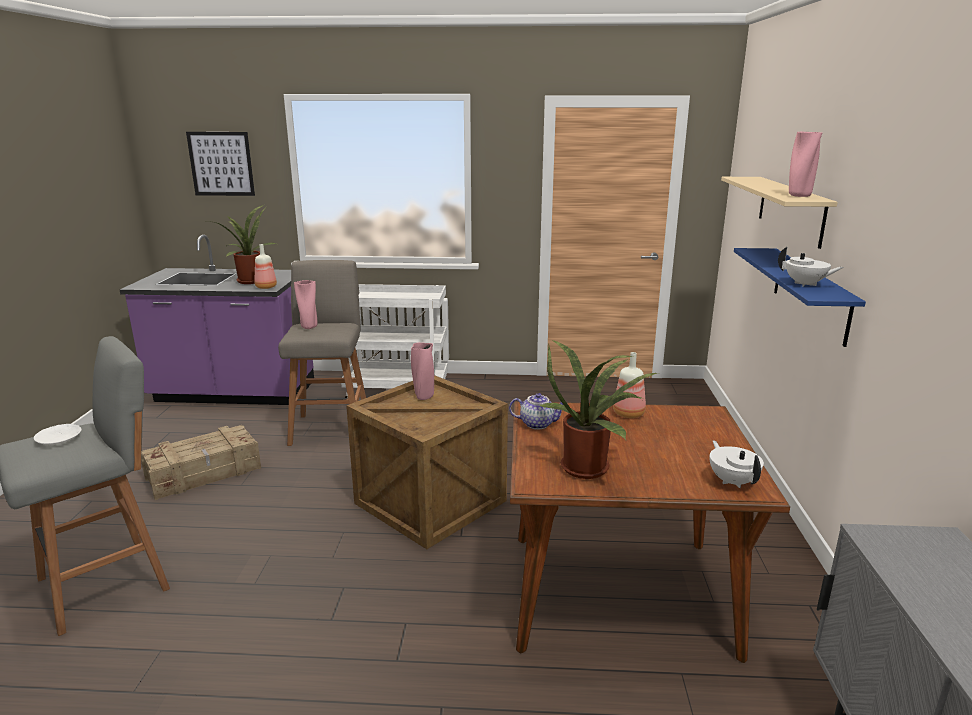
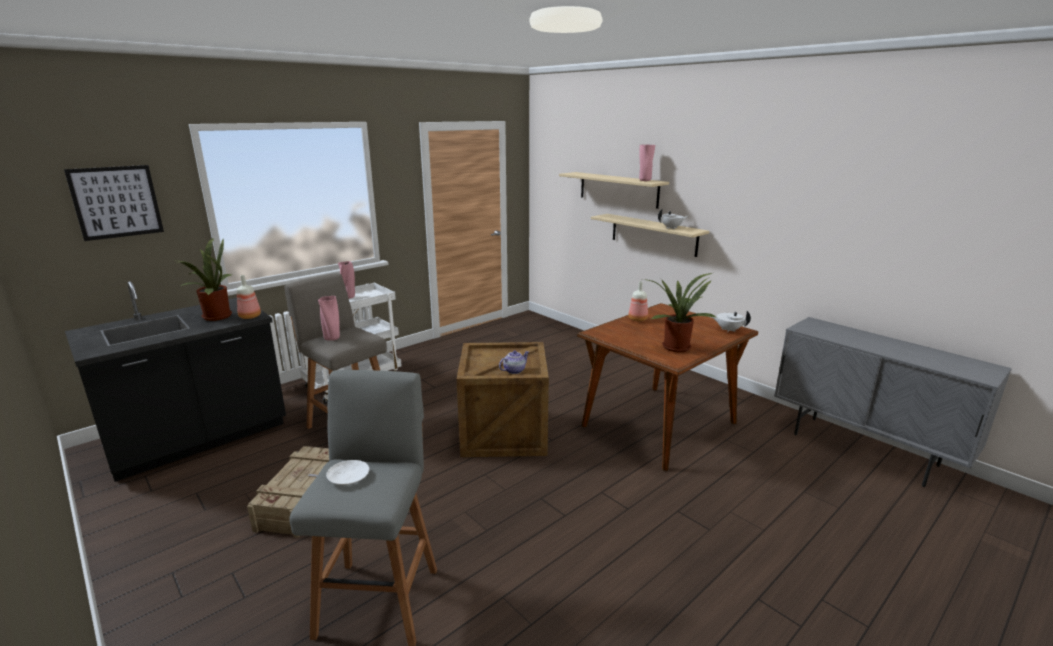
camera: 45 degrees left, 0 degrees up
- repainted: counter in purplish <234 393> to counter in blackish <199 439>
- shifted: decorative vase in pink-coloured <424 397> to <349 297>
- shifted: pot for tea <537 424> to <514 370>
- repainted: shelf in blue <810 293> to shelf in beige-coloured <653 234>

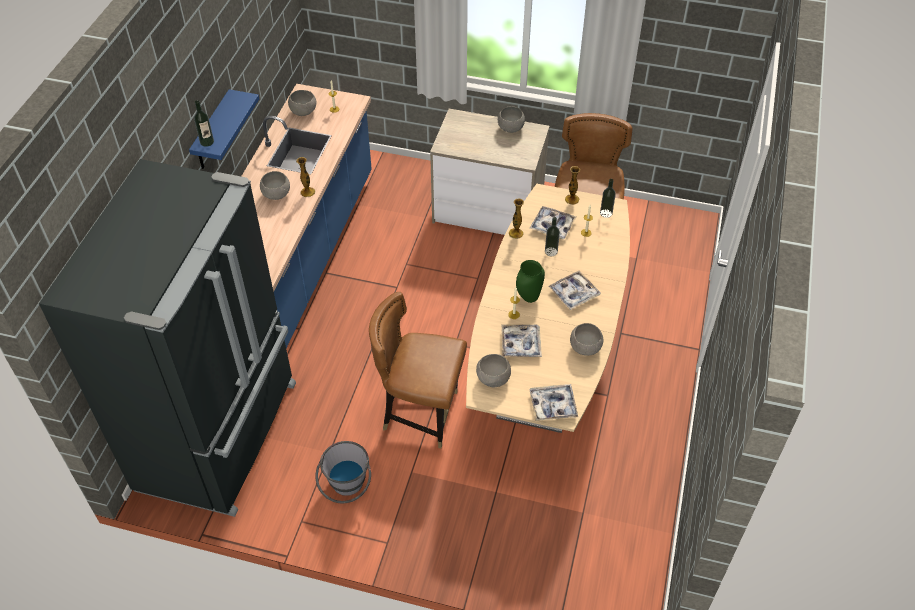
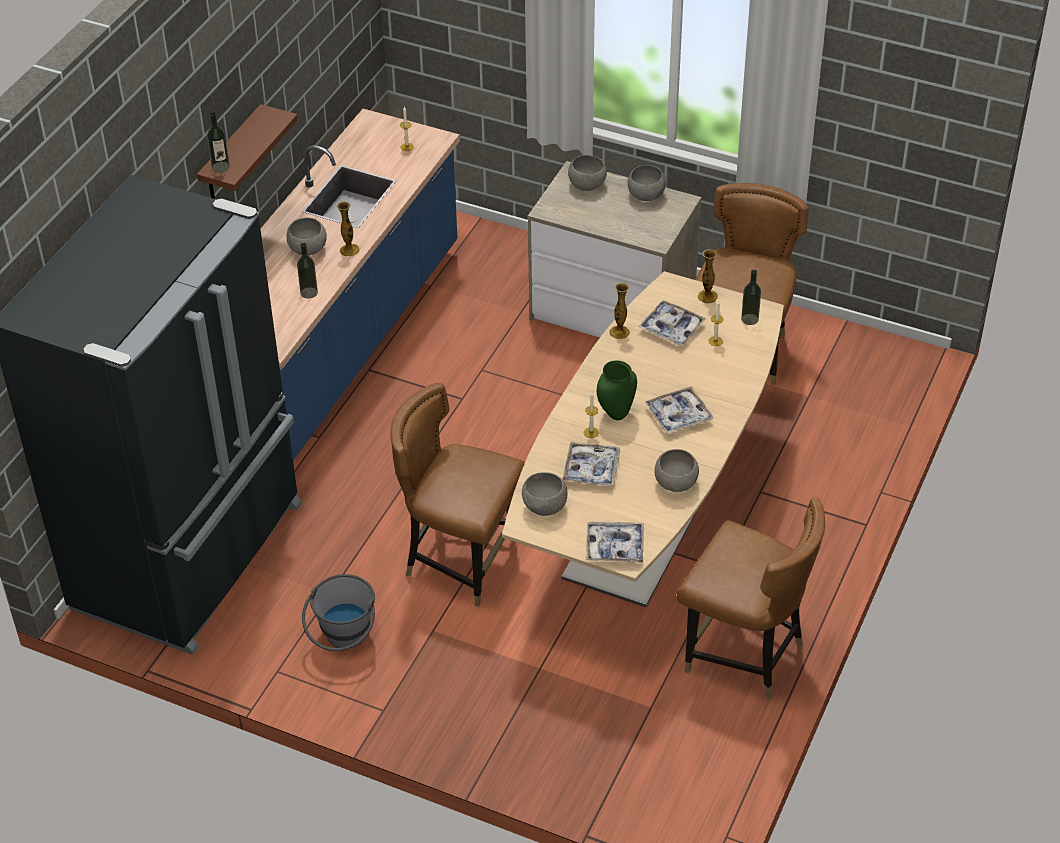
camera: 10 degrees right, 5 degrees down
- repainted: shelf in blue <212 132> to shelf in brownish <231 157>
- shifted: serving bowl in greyish <303 112> to <587 185>
- shifted: drink bottle <551 251> to <309 293>
- new: upright chair in brownish <744 654>

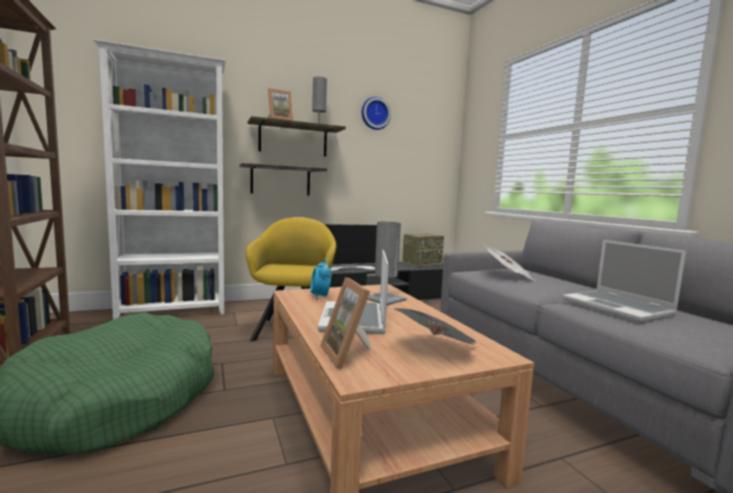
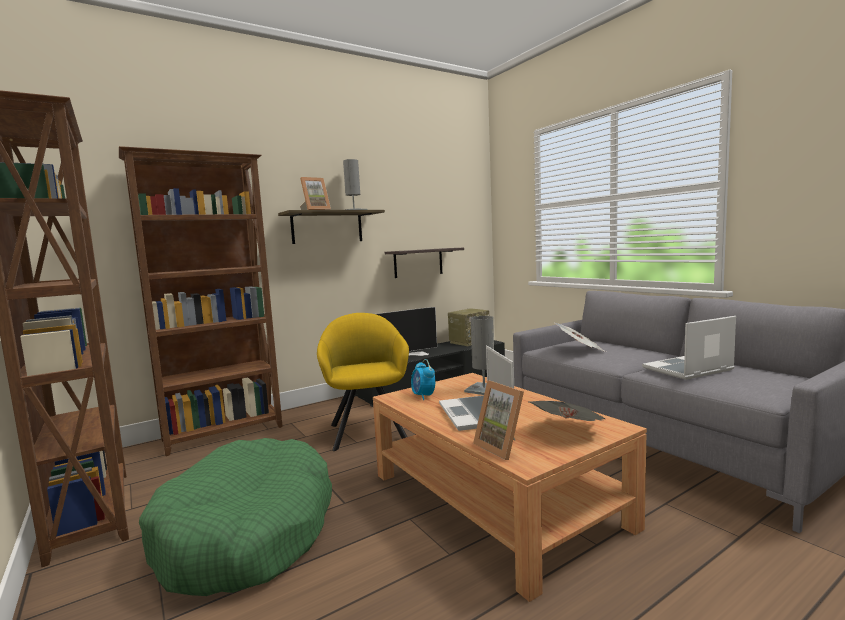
camera: 10 degrees left, 0 degrees up
- repainted: bookshelf in whitish <173 312> to bookshelf in brownish <224 433>
- shifted: shelf <280 180> to <418 262>
- gone: hanging clock <375 113>
- rotated: laptop <618 308> = <687 369> 105 degrees clockwise

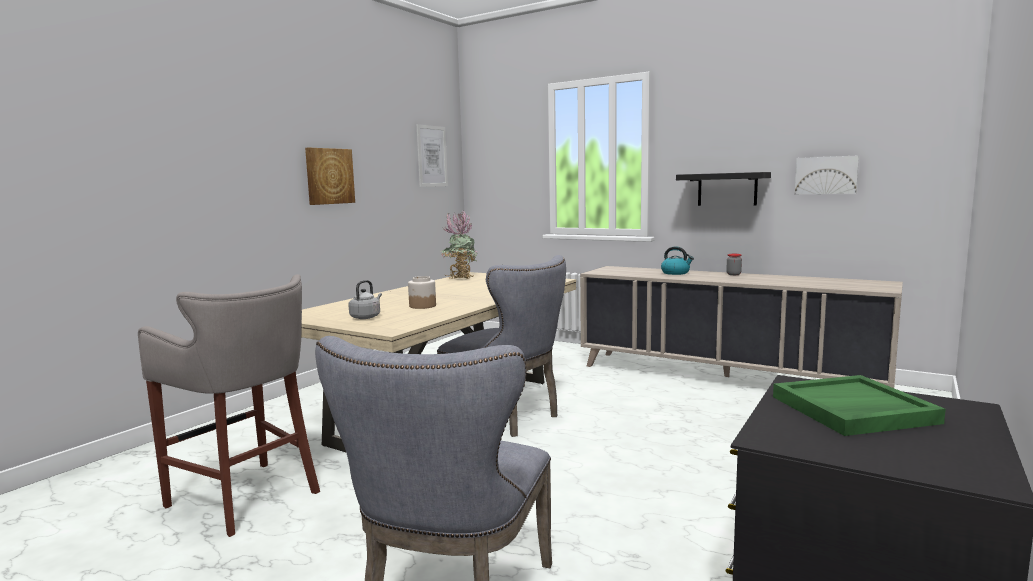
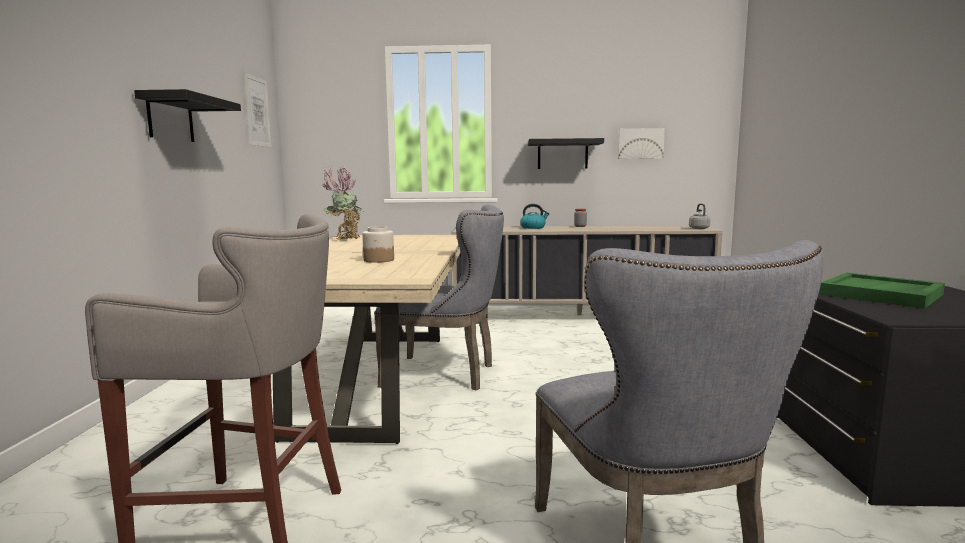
camera: 30 degrees left, 0 degrees up
- swapped: wall picture <329 176> to shelf in blackish <170 119>
- shifted: kettle in greyish <366 317> to <698 228>

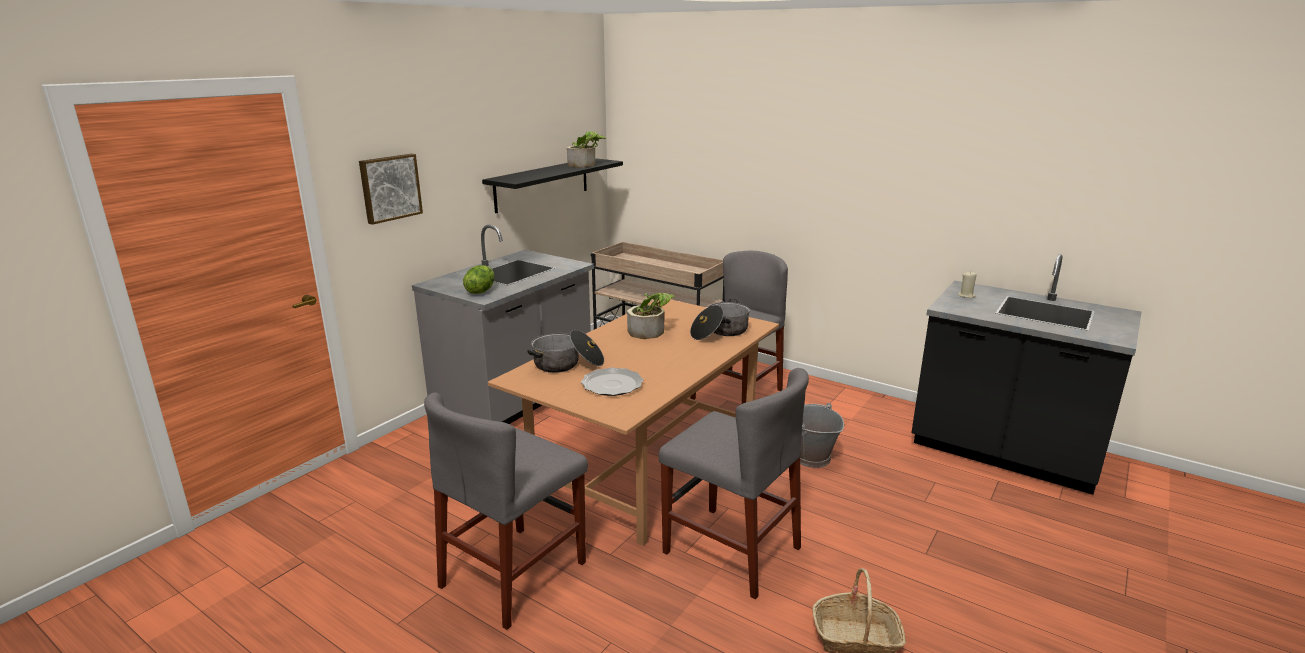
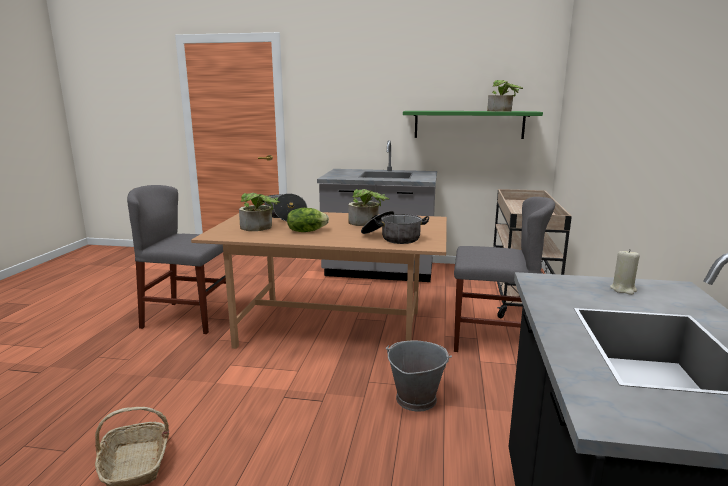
camera: 65 degrees right, 5 degrees down
- gone: wall picture <389 188>
- shifted: lettuce head <480 291> to <306 231>
- repainted: shelf in blackish <542 184> to shelf in greenish <469 124>
- swapped: dinner plate <612 384> to potted plant <259 228>
- gone: upright chair in greyish <731 550>

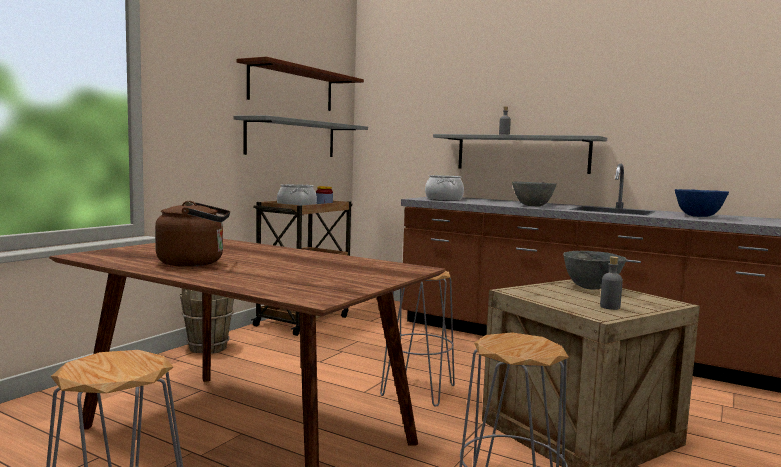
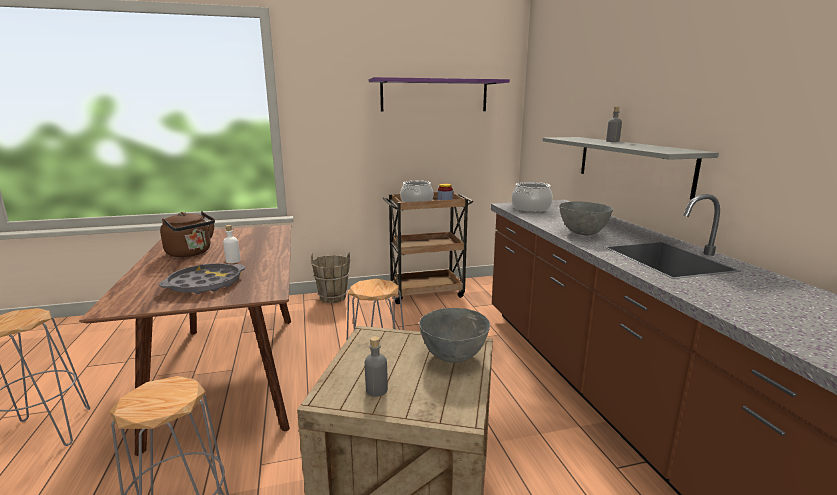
camera: 45 degrees right, 10 degrees up
- gone: shelf in greyish <292 138>
- repainted: shelf in brownish <292 88> to shelf in purplish <434 95>
- gone: serving bowl in blue <698 216>
- new: carrying tray in greyish <205 284>
- new: drink bottle in whitish <233 261>

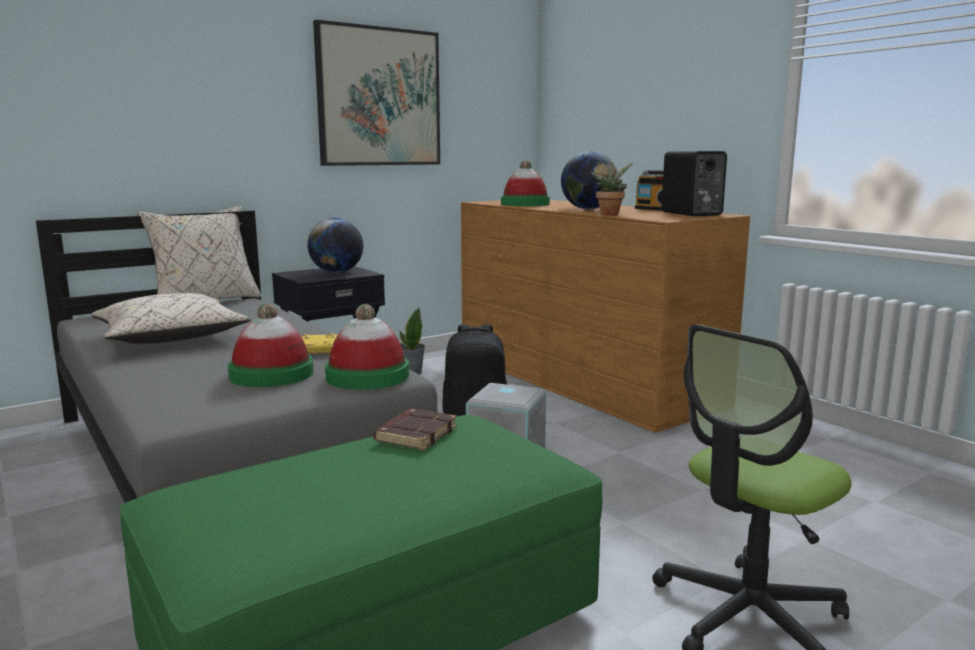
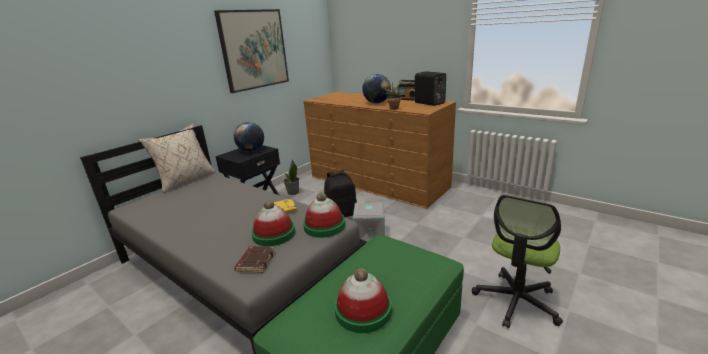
camera: 15 degrees left, 10 degrees up
- gone: throw pillow in beige-coloured <170 338>
- shifted: bound book in brownish <415 434> to <255 261>
- shifted: clothing hat <525 204> to <363 310>

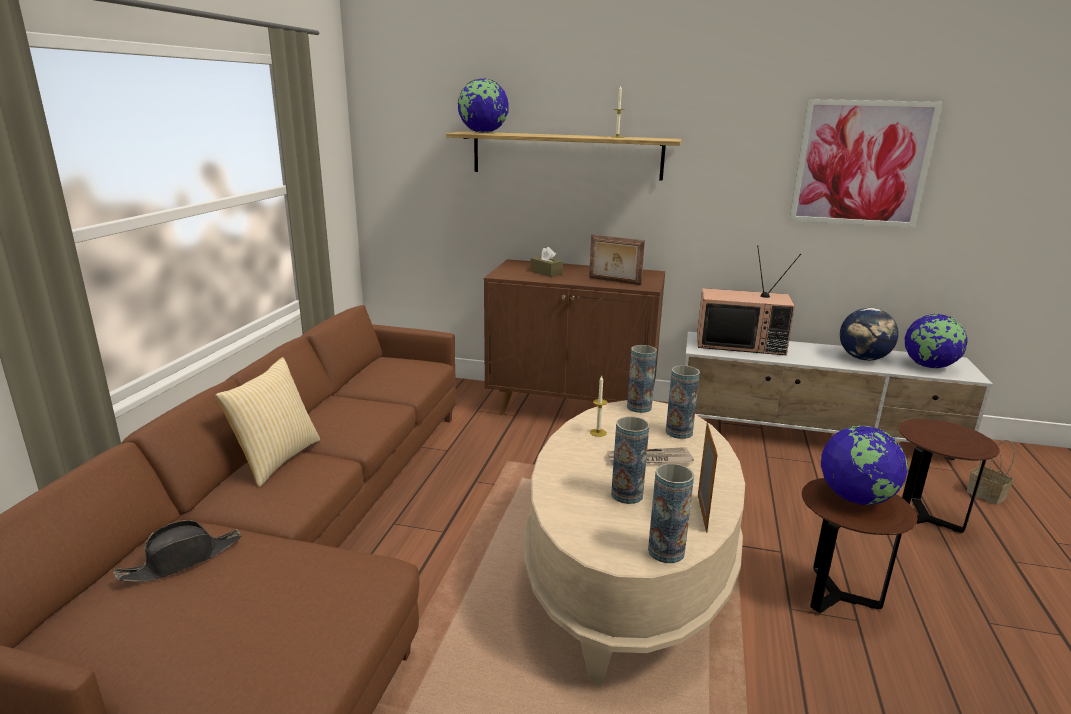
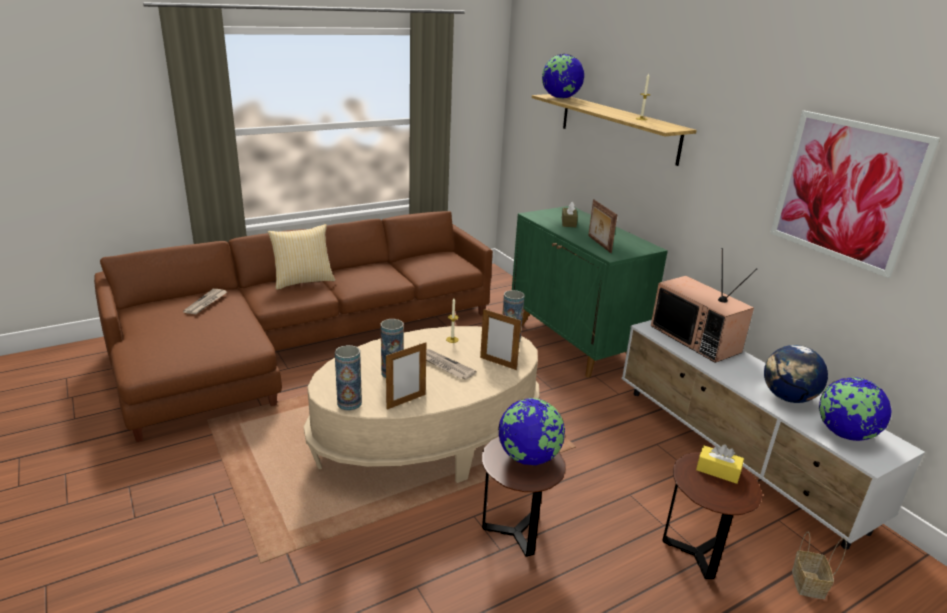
camera: 45 degrees right, 5 degrees up
- swapped: clothing hat in blackish <182 560> to printed paper <206 303>
- repainted: cupboard in brownish <572 408> to cupboard in greenish <574 343>
- swapped: decorative vase <679 432> to standing frame <498 363>
- new: tissue holder in yellow <718 471>

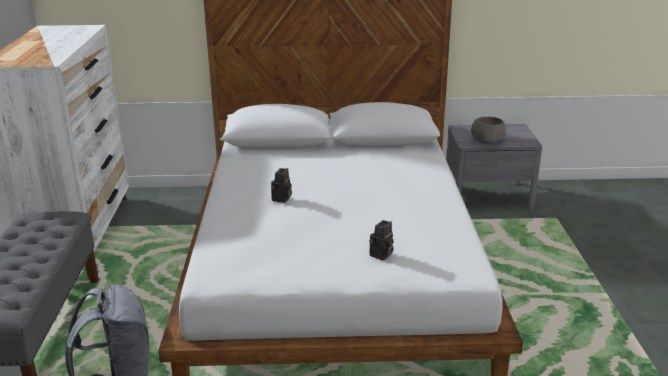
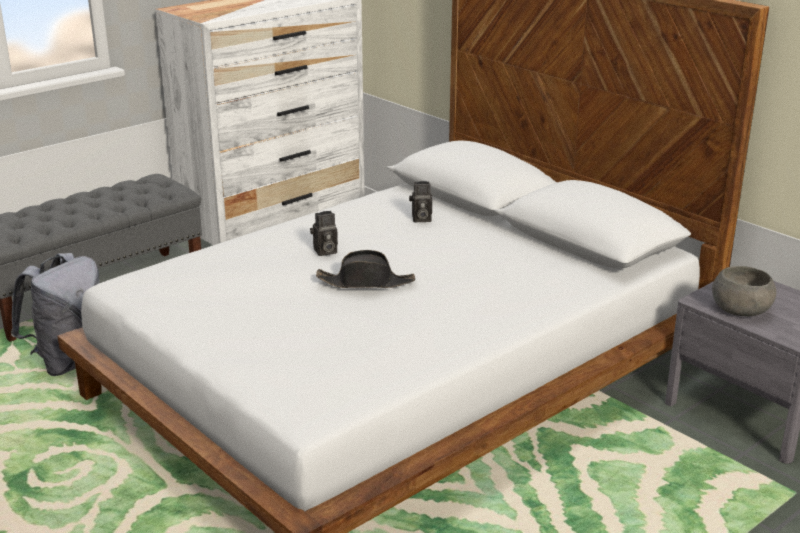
camera: 50 degrees right, 0 degrees up
- shifted: photo camera <381 255> to <420 219>
- new: clothing hat in blackish <366 282>

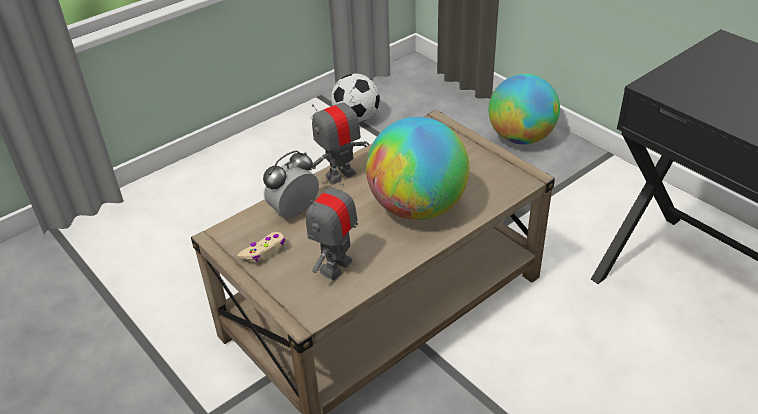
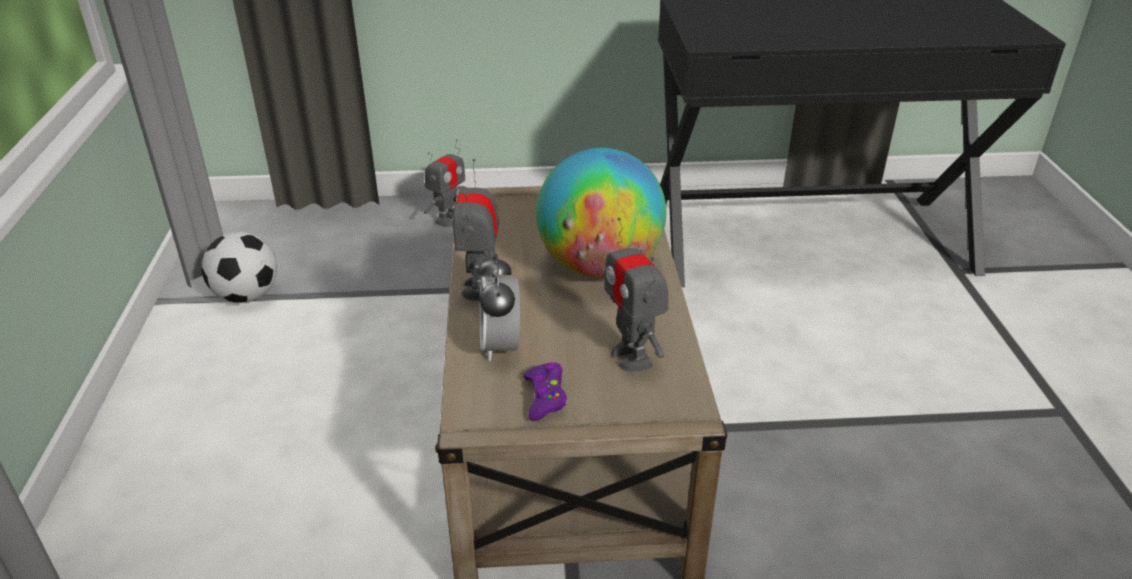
camera: 55 degrees left, 5 degrees down
- repainted: joypad in beige-coloured <264 251> to joypad in purplish <545 397>
- swapped: desk globe <521 138> to model robot <448 220>

